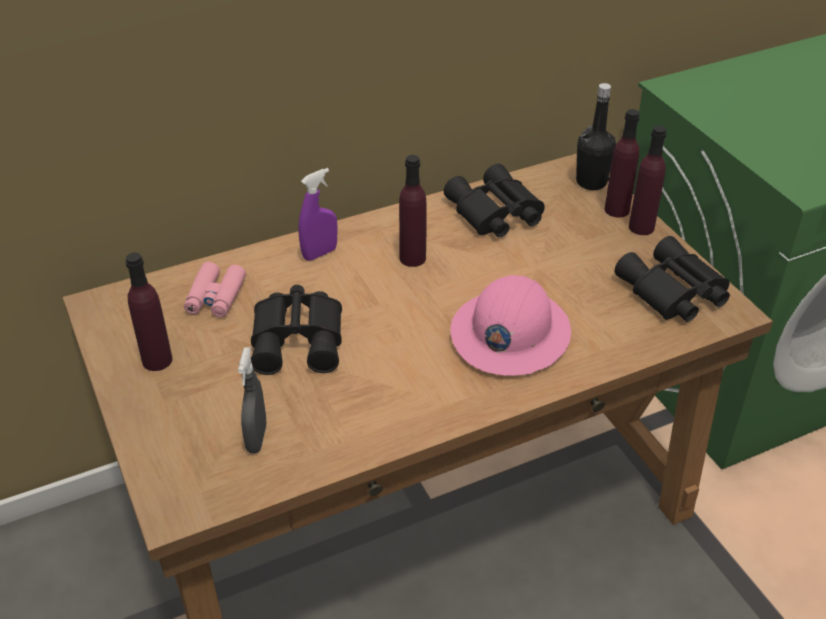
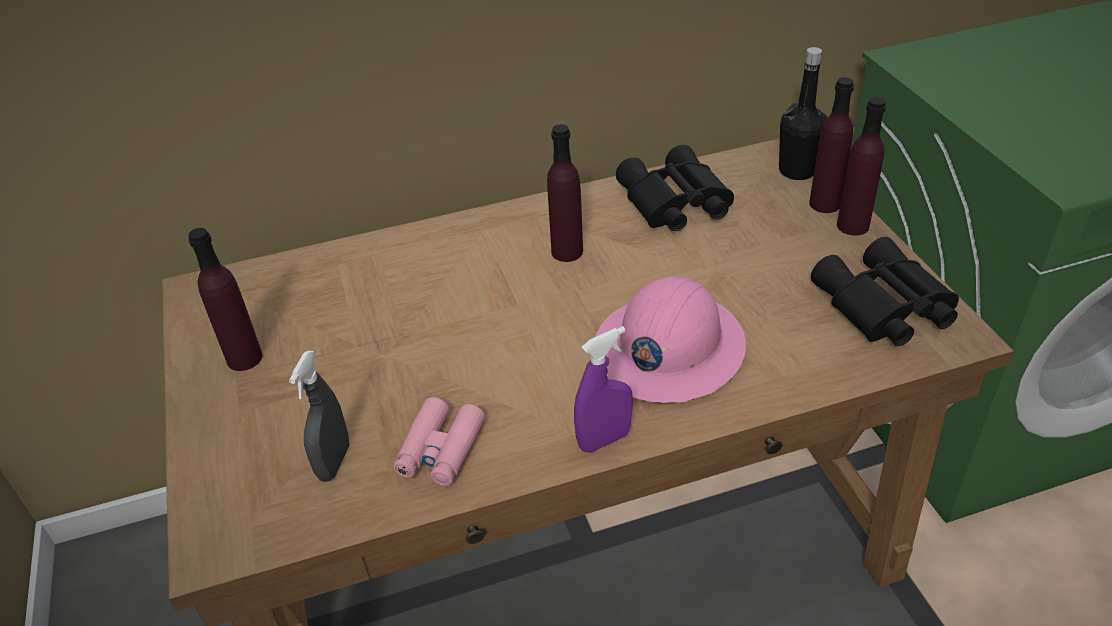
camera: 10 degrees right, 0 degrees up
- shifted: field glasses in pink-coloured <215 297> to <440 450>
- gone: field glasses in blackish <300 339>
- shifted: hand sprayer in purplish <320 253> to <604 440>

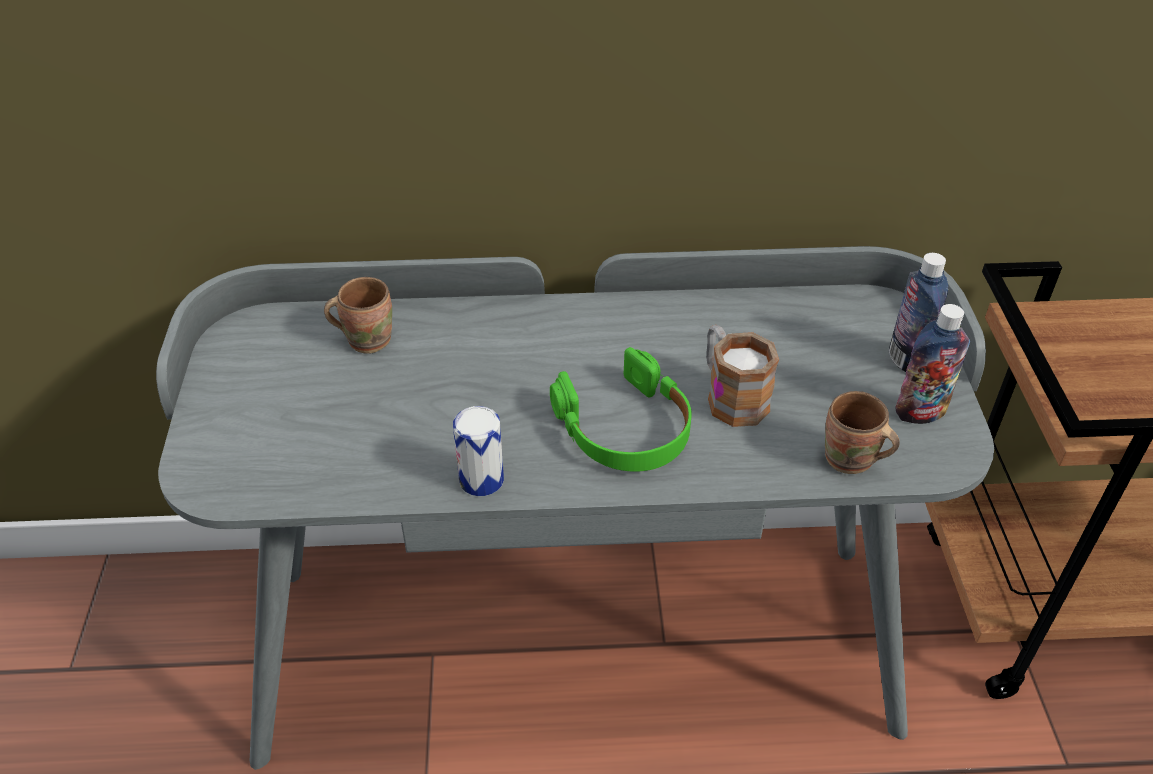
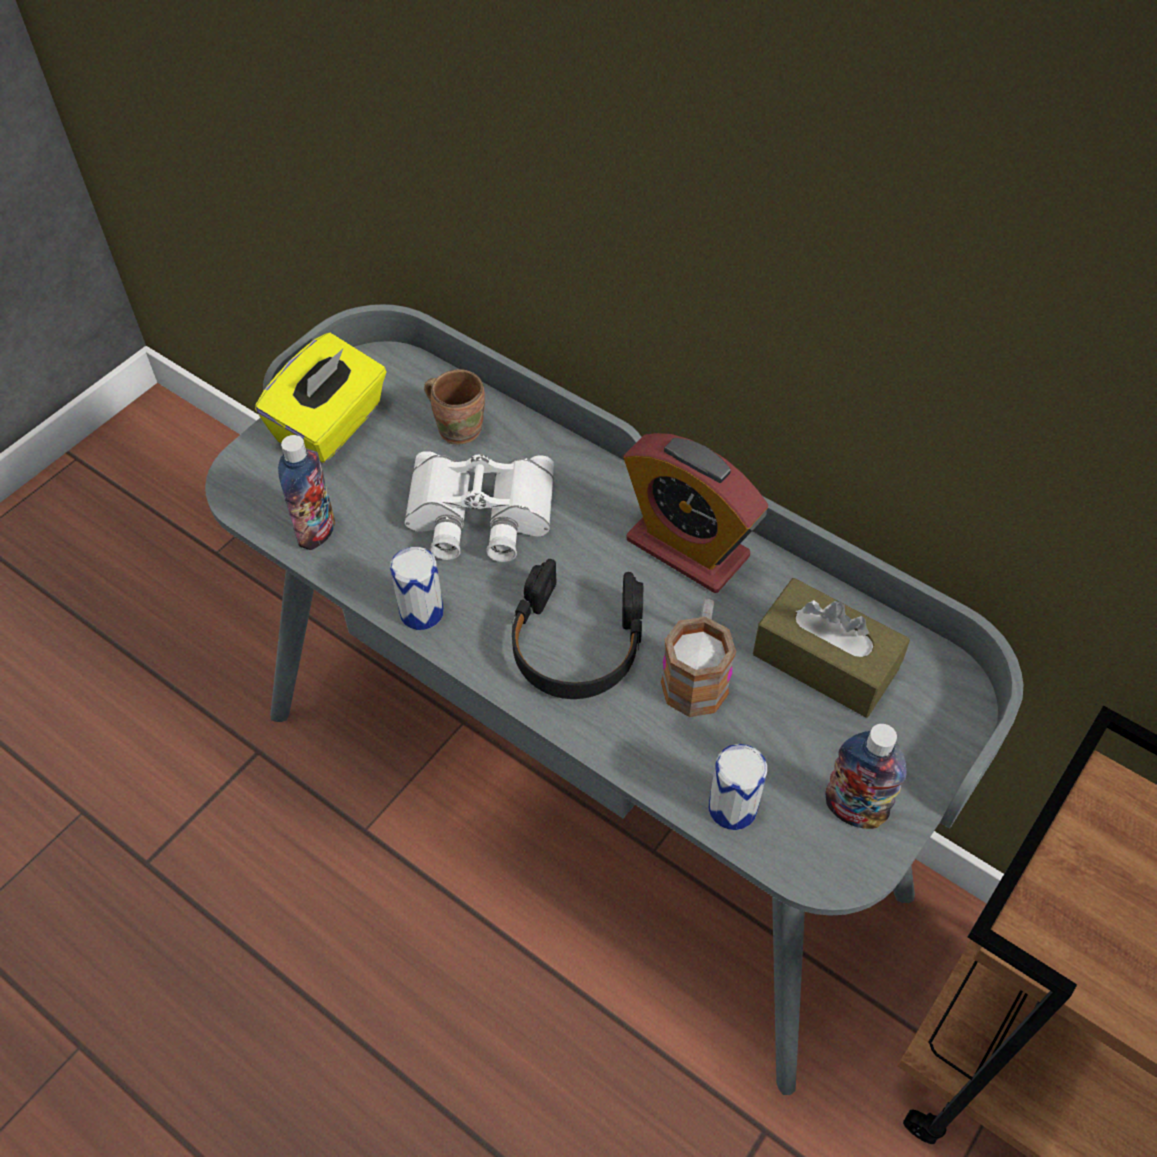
camera: 40 degrees right, 10 degrees up
- repainted: pair of headphones in greenish <625 428> to pair of headphones in blackish <576 643>
- swapped: mug in brownish <850 461> to can <732 808>
- shifted: drink bottle <906 359> to <316 531>
- new: tissue holder in yellow <331 425>
- new: field glasses in whitish <479 515>
- new: alarm clock <687 548>
- new: tissue holder in brownish <825 662>

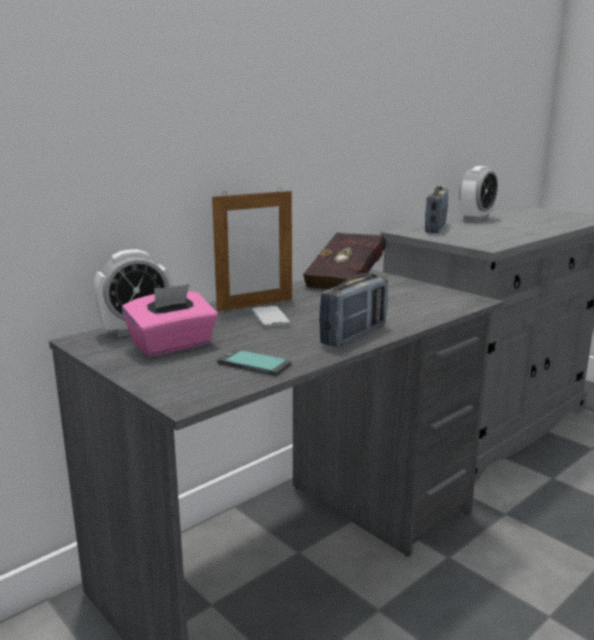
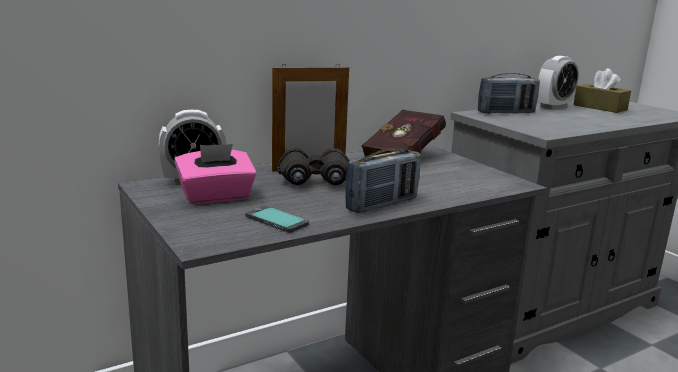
camera: 10 degrees right, 0 degrees up
- swapped: phone <270 318> to field glasses in blackish <315 181>
- rotated: radio set <435 228> = <506 113> 135 degrees counterclockwise
- new: tissue holder in brownish <600 107>

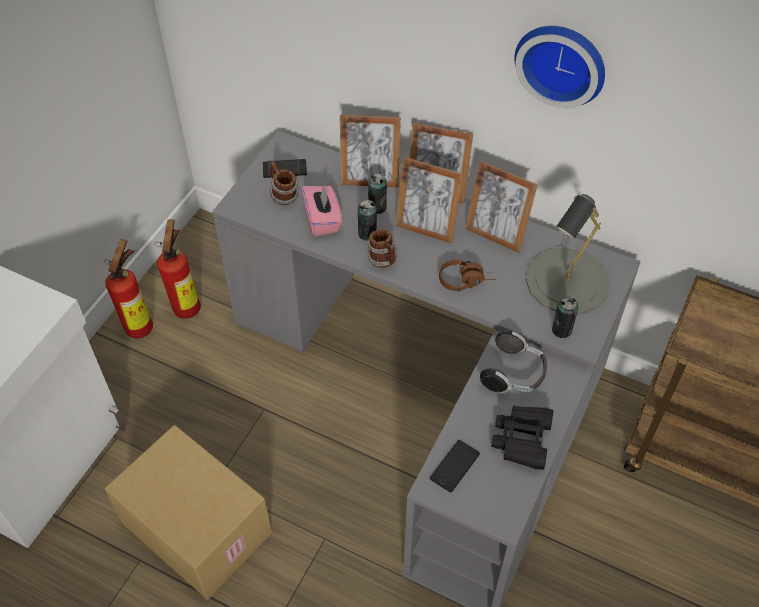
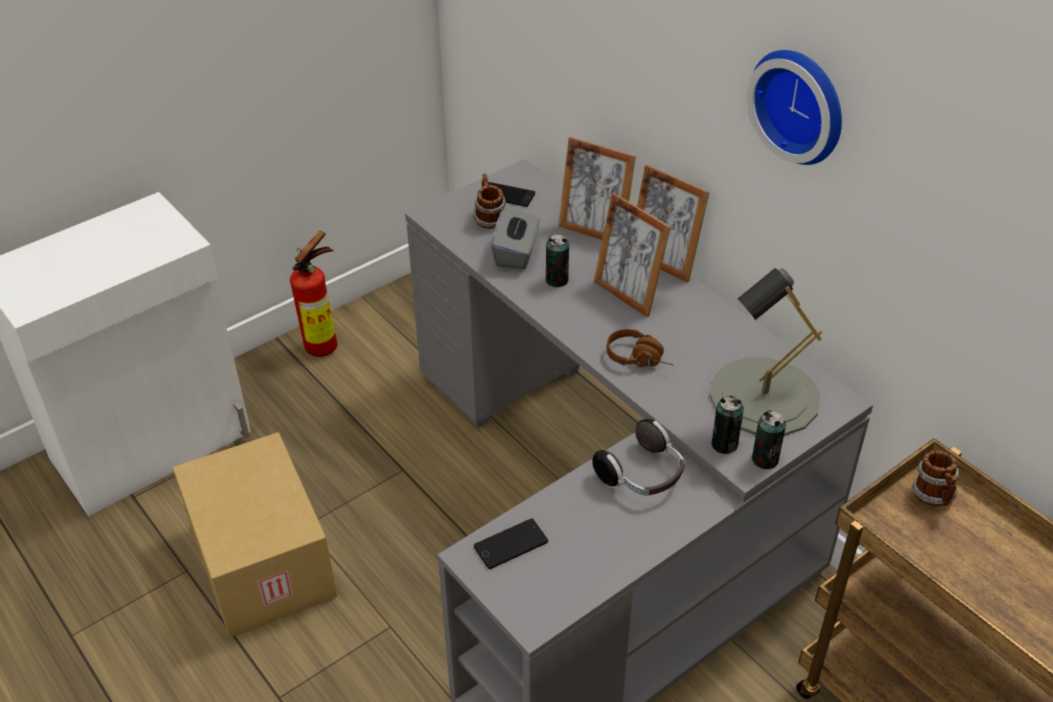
camera: 25 degrees right, 10 degrees down
- gone: extinguisher <188 305>
- repainted: tissue holder in pink-coloured <322 220> to tissue holder in greyish <516 253>
- shifted: mug <384 260> to <933 497>
- shifted: can <377 207> to <765 459>
- gone: standing frame <495 235>
- gone: field glasses in blackish <522 440>

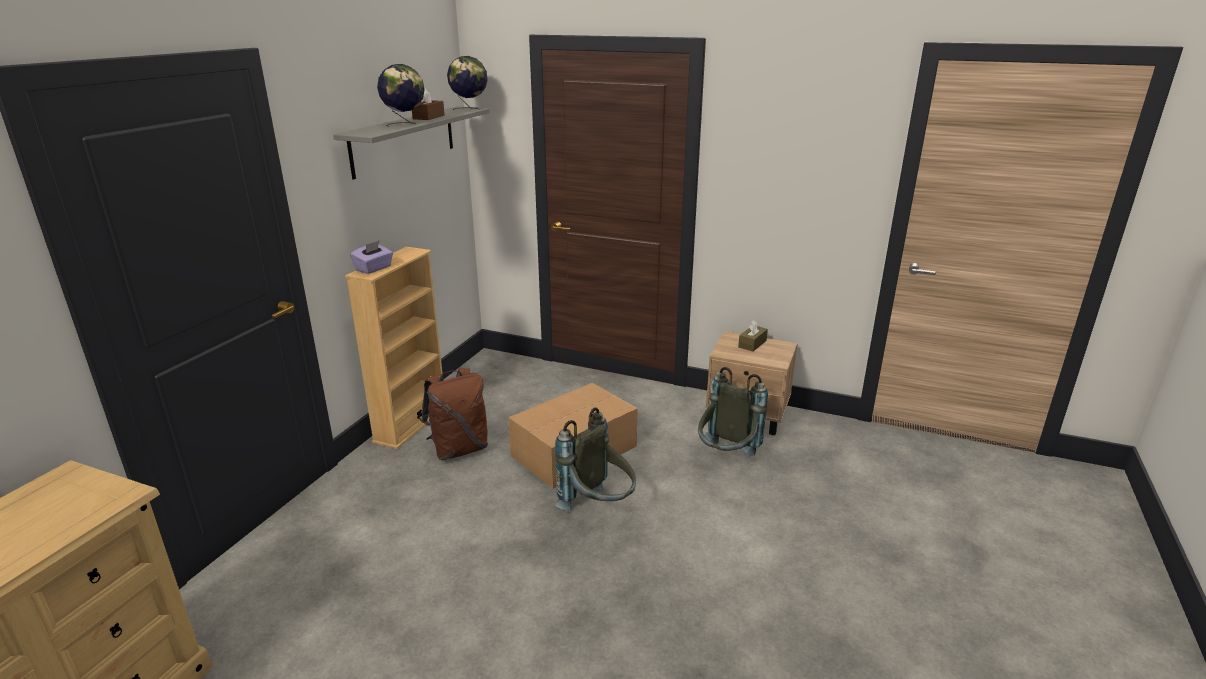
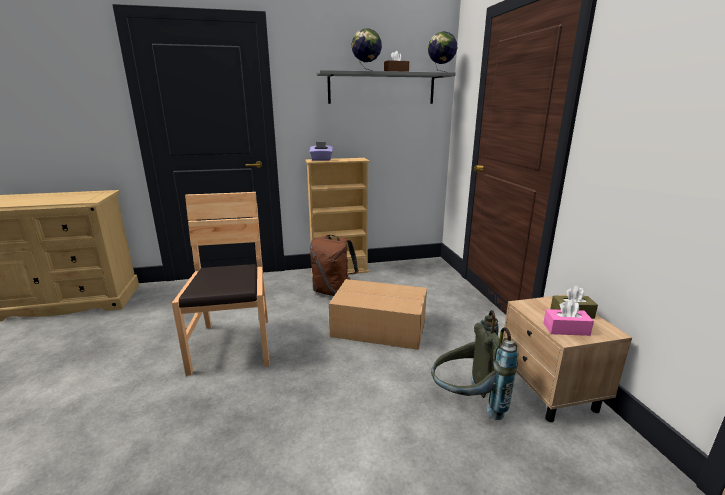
camera: 55 degrees right, 5 degrees down
- gone: backpack in greyish <599 507>
- new: upright chair in brownish <233 345>
- new: tissue holder in pink-coloured <566 329>

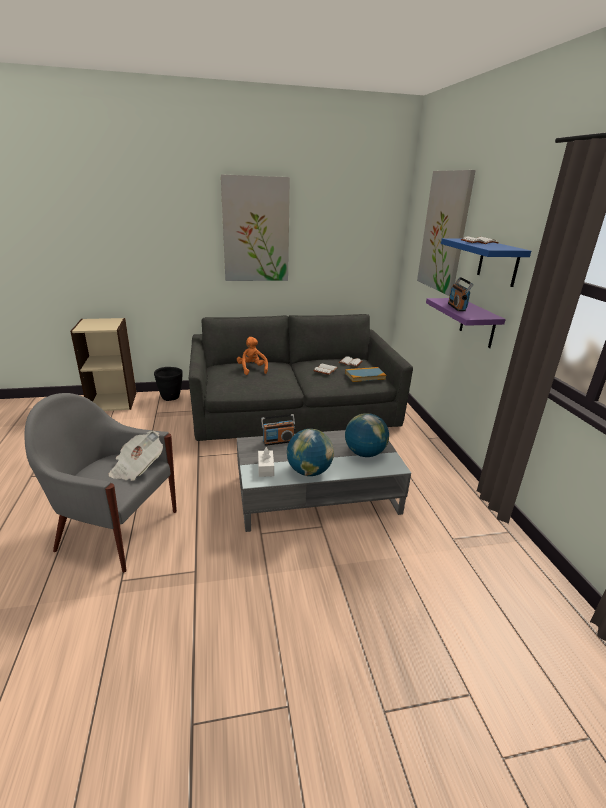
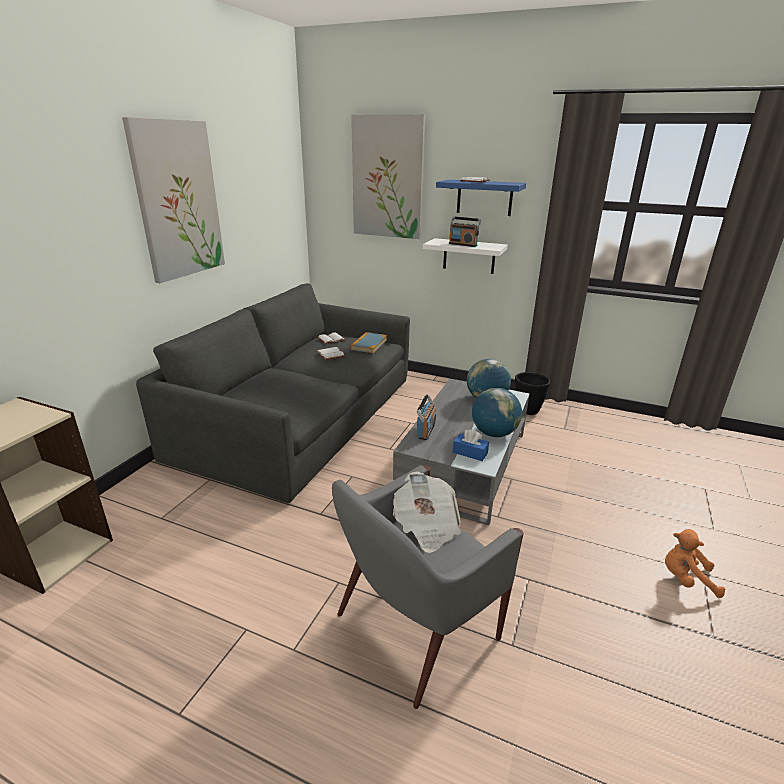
camera: 55 degrees left, 0 degrees up
- shifted: plant pot in blackish <171 398> to <527 410>
- shifted: plush toy in orangey <252 369> to <686 579>
- repainted: tissue holder in whitish <265 468> to tissue holder in blue <470 452>
- repainted: shelf in purplish <477 323> to shelf in whitish <469 256>

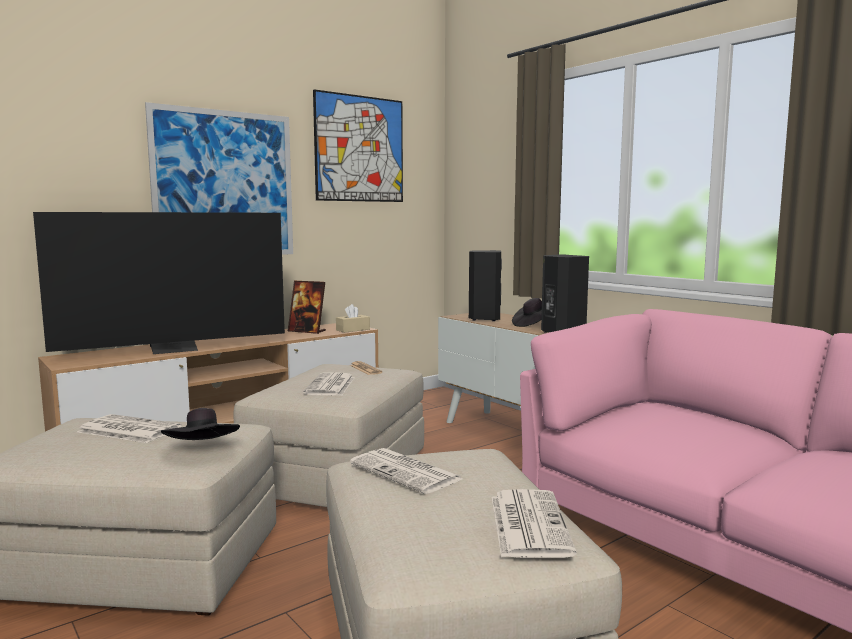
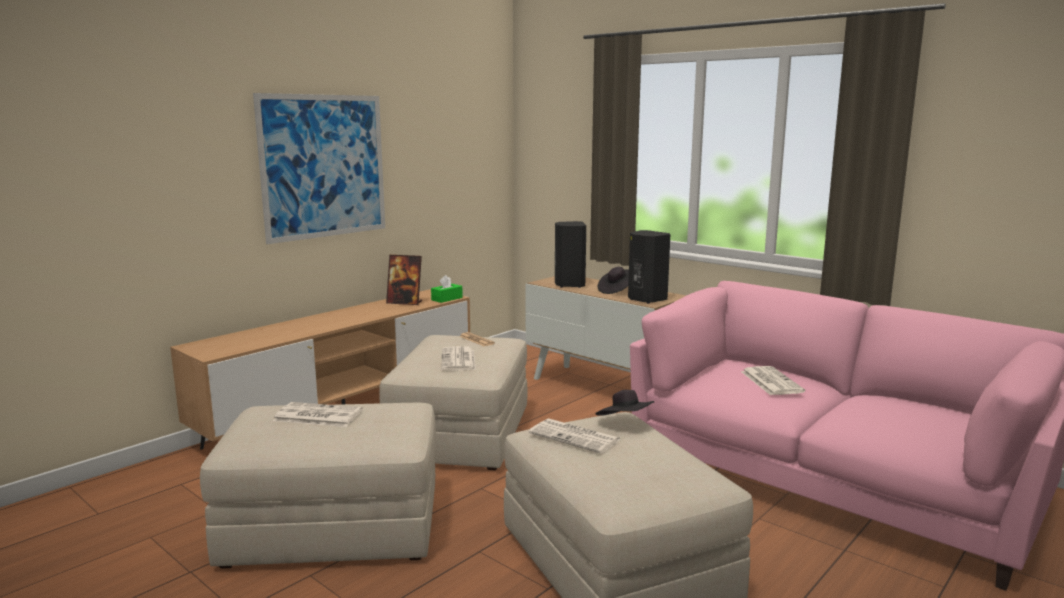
camera: 10 degrees left, 5 degrees up
- gone: television <174 349>
- shifted: clothing hat in blackish <203 450> to <625 423>
- gone: wall picture <360 149>
- repainted: tissue holder in beige-coloured <353 330> to tissue holder in greenish <447 299>
- shifted: printed paper <528 523> to <770 381>

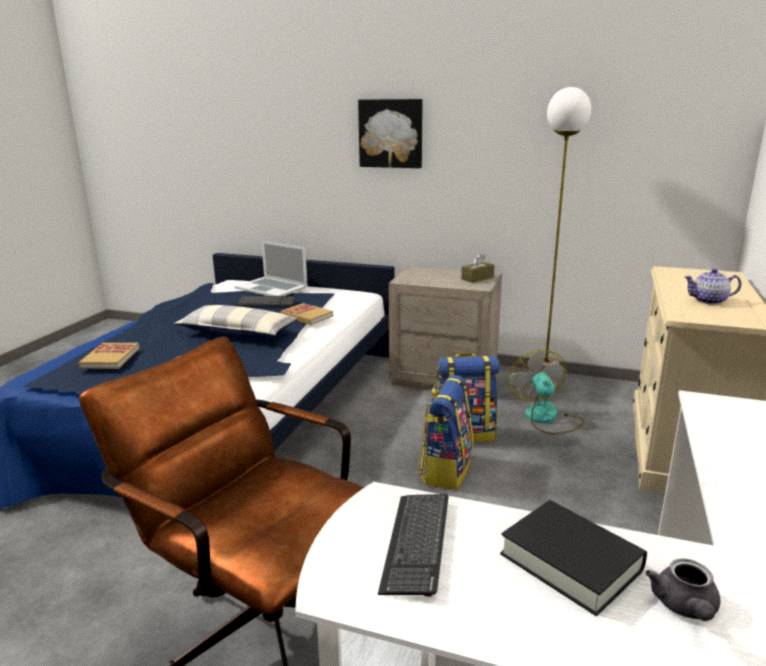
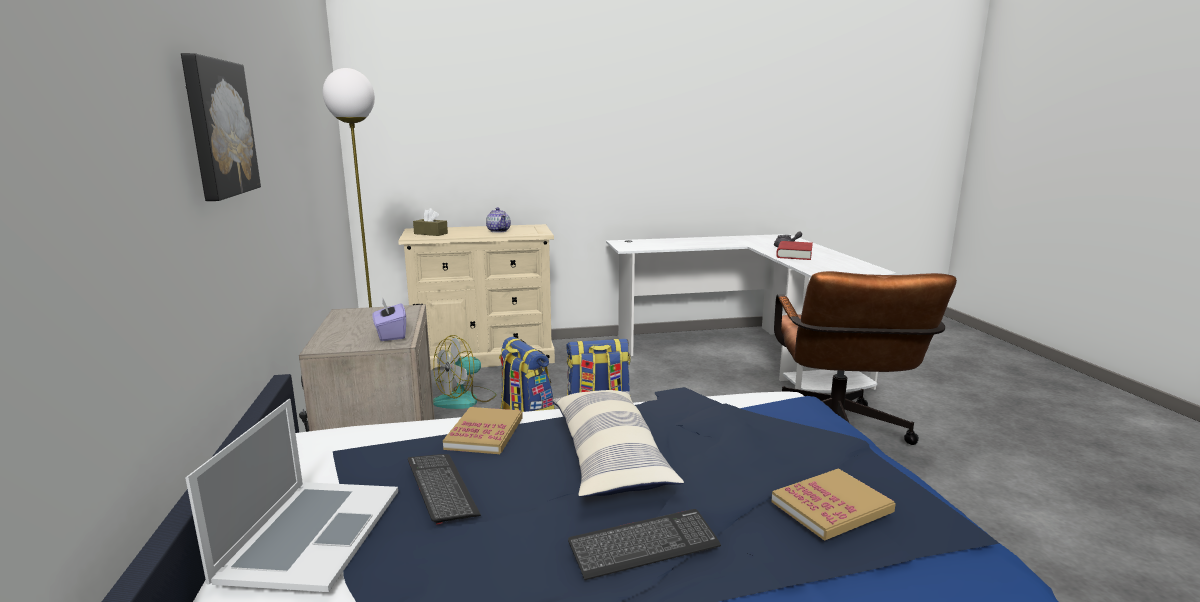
camera: 120 degrees left, 5 degrees down
- shifted: computer keyboard <416 544> to <644 546>
- shifted: tissue holder in brownish <477 278> to <430 233>
- repainted: bound book in blackish <570 562> to bound book in reddish <794 255>
- new: tissue holder in purplish <390 335>

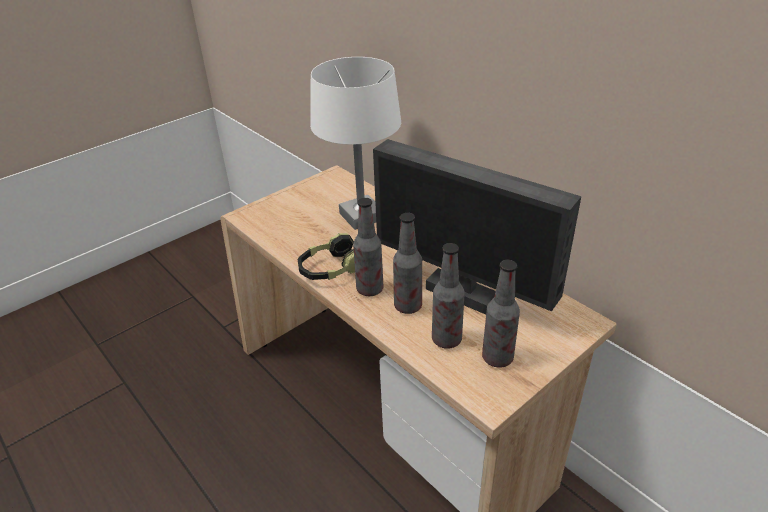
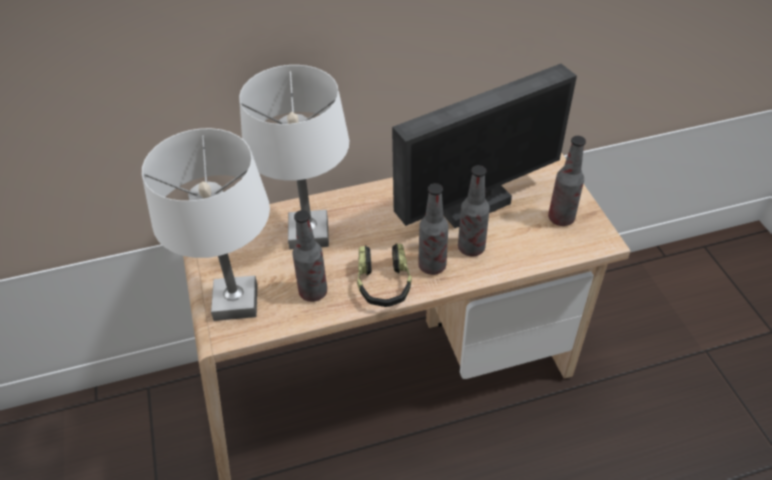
camera: 65 degrees left, 10 degrees up
- shifted: drink bottle <446 339> to <313 292>
- new: tabletop lamp in whitish <236 302>

